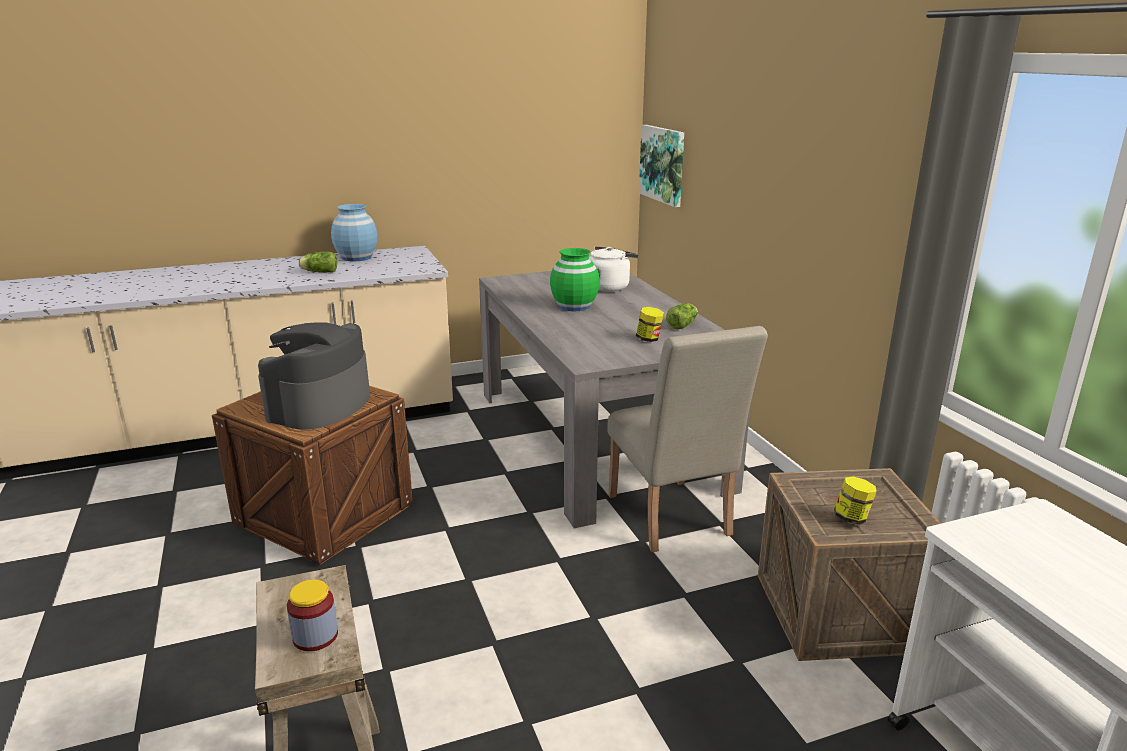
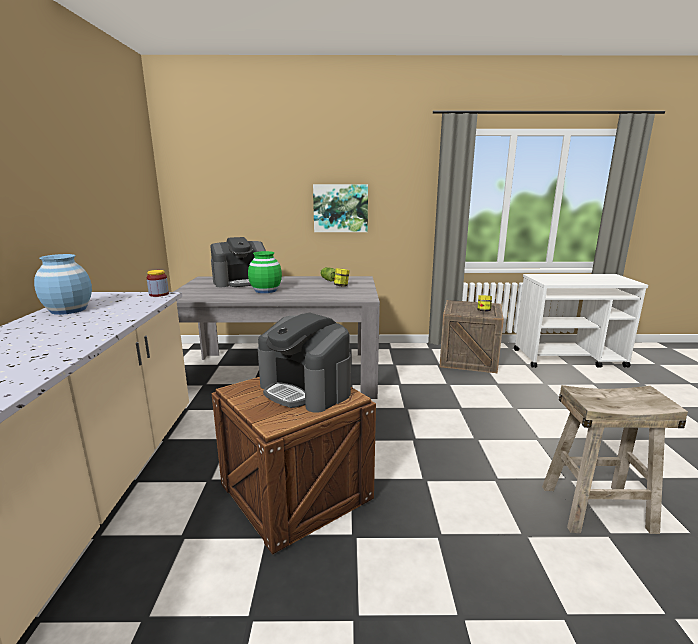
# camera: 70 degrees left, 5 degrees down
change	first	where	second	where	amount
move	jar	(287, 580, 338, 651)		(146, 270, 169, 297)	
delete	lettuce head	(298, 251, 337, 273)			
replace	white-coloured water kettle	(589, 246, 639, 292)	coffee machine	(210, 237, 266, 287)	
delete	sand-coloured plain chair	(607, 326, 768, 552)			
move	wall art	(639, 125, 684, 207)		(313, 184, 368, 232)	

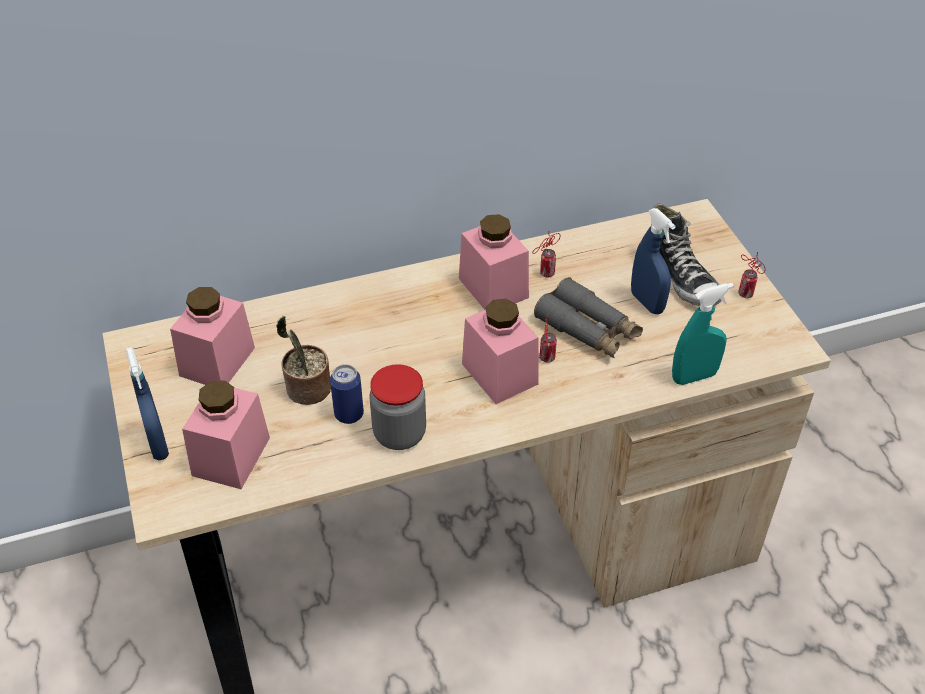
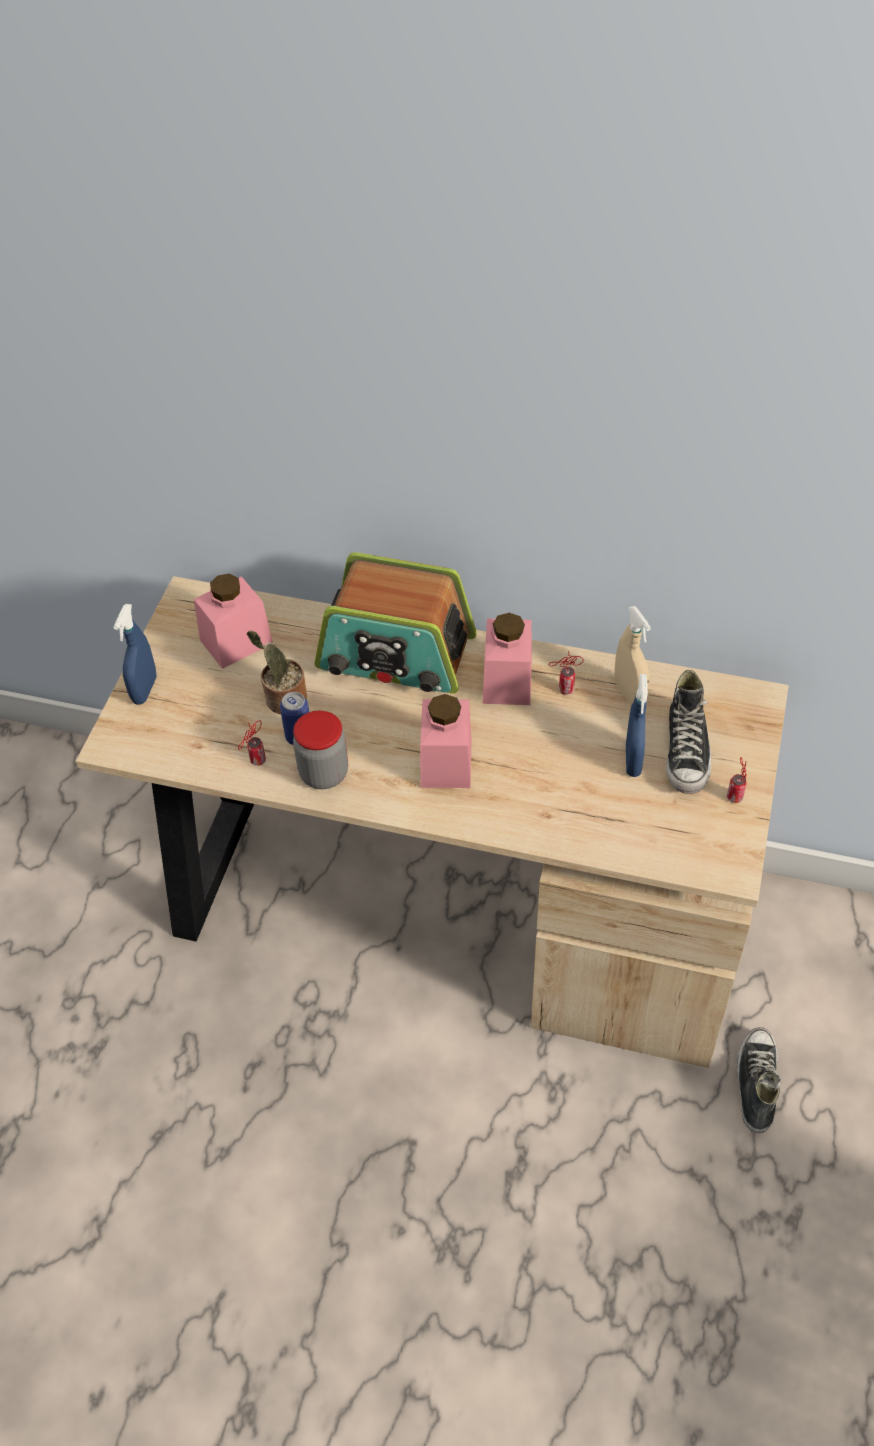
# camera: 35 degrees right, 5 degrees up
change	first	where	second	where	amount
delete	pink-coloured jar	(182, 380, 270, 489)			
delete	gray pair of binoculars	(534, 277, 643, 359)			
move	sealed can	(540, 314, 557, 363)		(238, 720, 266, 766)	
delete	turquoise hand sprayer	(672, 283, 734, 385)			
insert			radio set	(315, 552, 477, 693)	
insert			sand-coloured hand sprayer	(614, 606, 651, 705)	
insert			low shoe	(737, 1027, 781, 1133)	

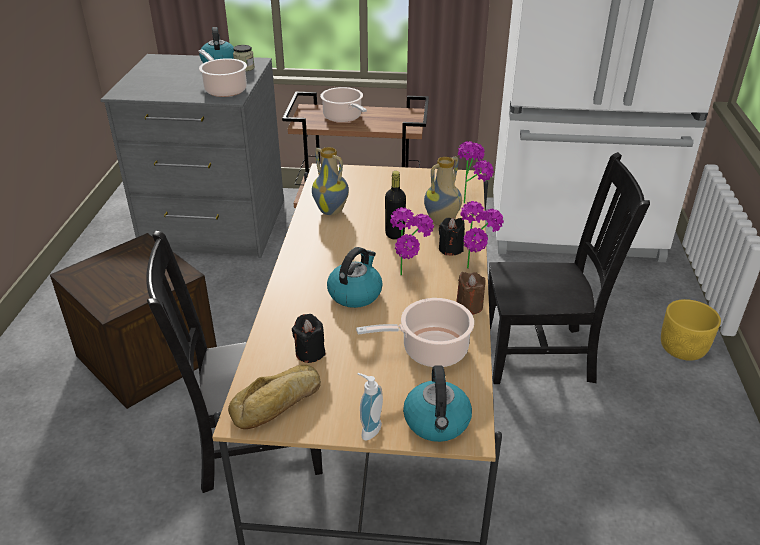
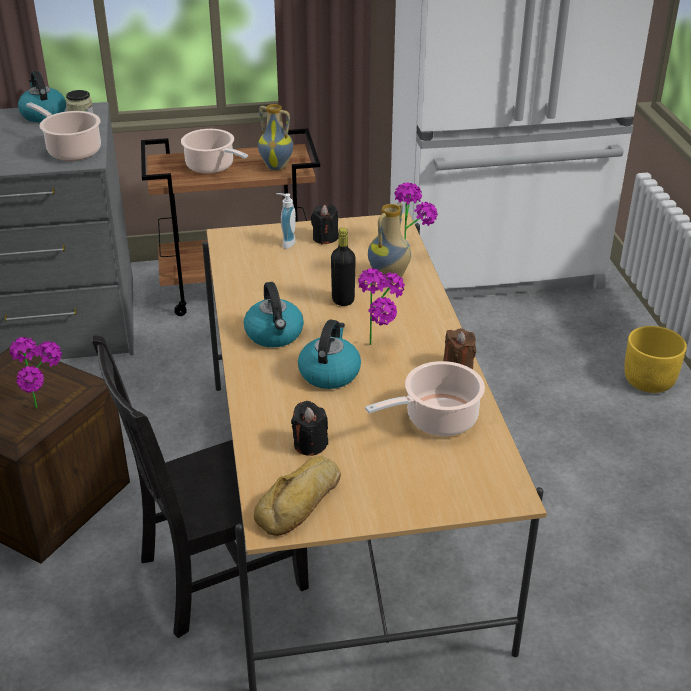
# camera: 15 degrees left, 0 degrees up
change	first	where	second	where	amount
move	decorative vase	(312, 147, 349, 215)		(258, 104, 293, 170)	
move	liquid soap bottle	(357, 373, 383, 440)		(276, 193, 296, 249)	
move	water kettle	(403, 365, 472, 442)		(244, 282, 304, 347)	
move	black-coloured wax light	(439, 218, 465, 256)		(311, 204, 338, 244)	
move	potted plant	(460, 201, 504, 269)		(10, 337, 62, 409)	
delete	black-coloured plain chair	(488, 152, 650, 384)			

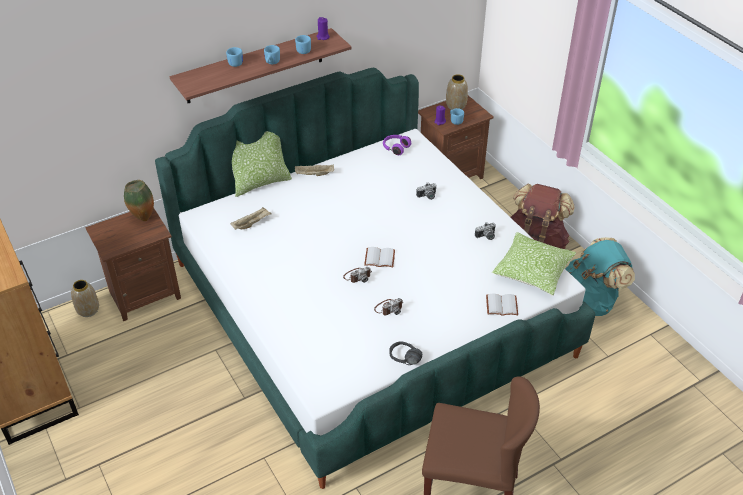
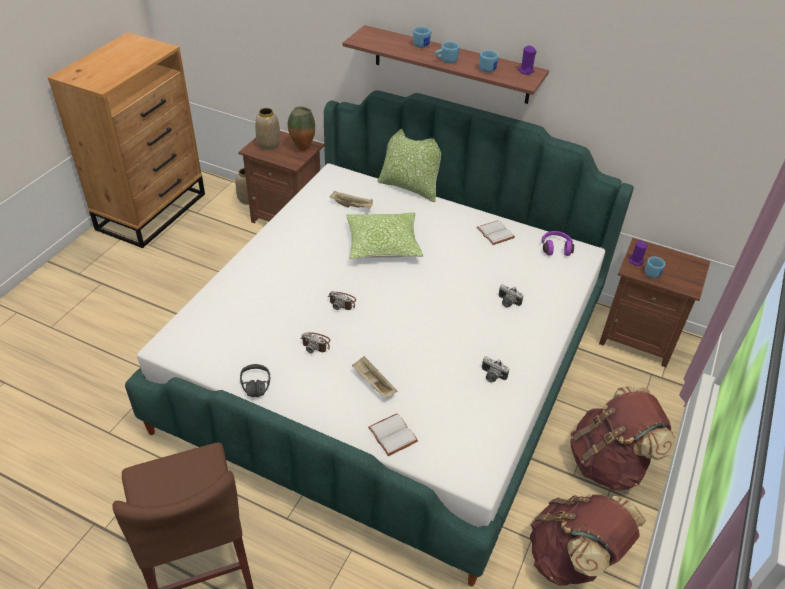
# camera: 55 degrees right, 0 degrees up
change	first	where	second	where	amount
move	sand-coloured serving tray	(295, 164, 334, 176)		(352, 356, 397, 398)	
move	white-coloured volume	(364, 247, 395, 267)		(476, 220, 515, 245)	
move	decorative vase	(446, 74, 468, 110)		(255, 108, 281, 150)	
move	throw pillow	(492, 232, 576, 296)		(347, 212, 423, 259)	
recolor	turquoise knapsack	(565, 237, 635, 316)	brown-coloured knapsack	(530, 494, 646, 586)	

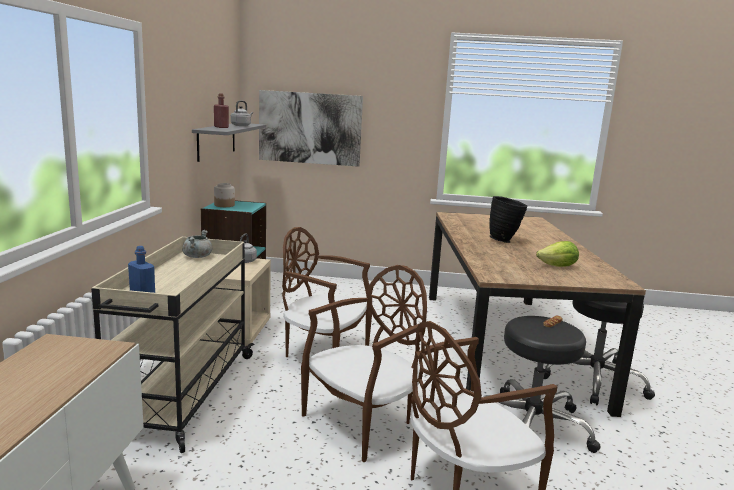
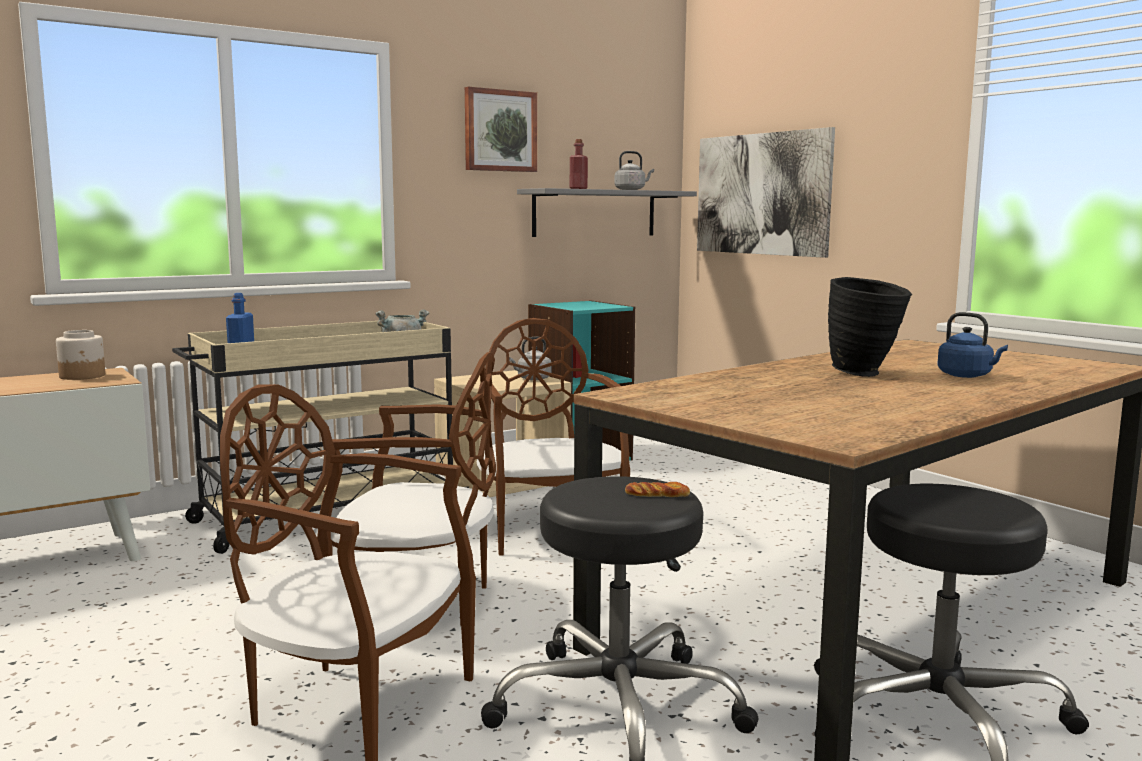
# camera: 50 degrees right, 5 degrees down
change	first	where	second	where	amount
move	jar	(214, 183, 235, 207)		(56, 330, 105, 380)	
delete	lettuce head	(536, 241, 579, 267)			
insert			wall art	(465, 87, 537, 172)	
insert			blue-coloured water kettle	(937, 312, 1008, 378)	

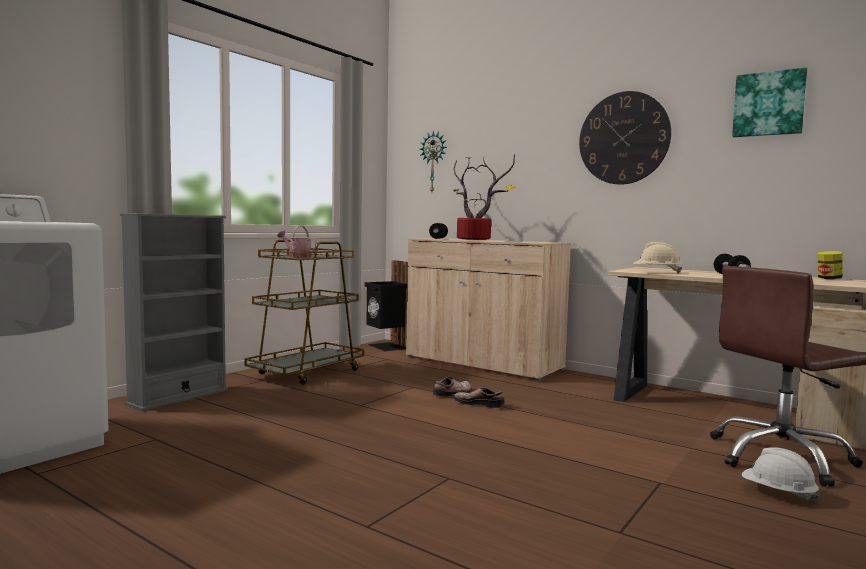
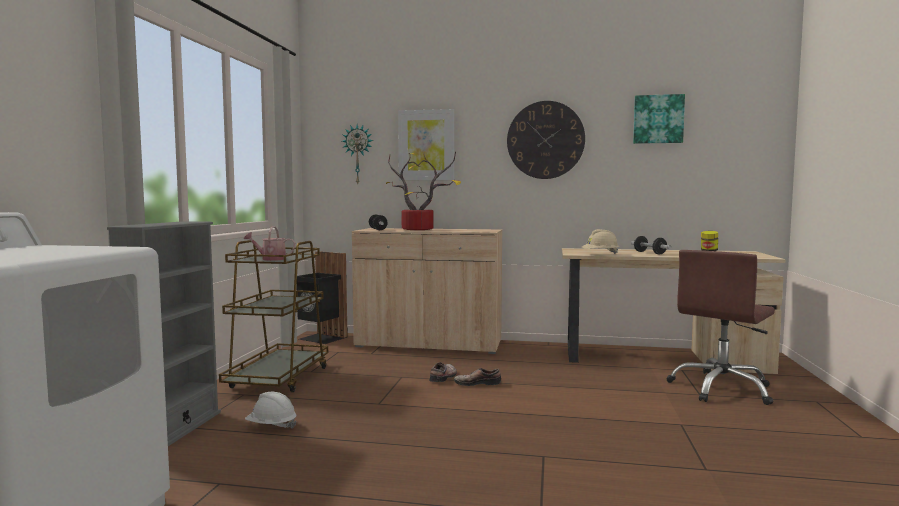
# camera: 25 degrees left, 0 degrees up
change	first	where	second	where	amount
move	white-coloured work helmet	(742, 447, 820, 503)		(245, 392, 297, 429)	
insert			wall art	(398, 109, 454, 180)	

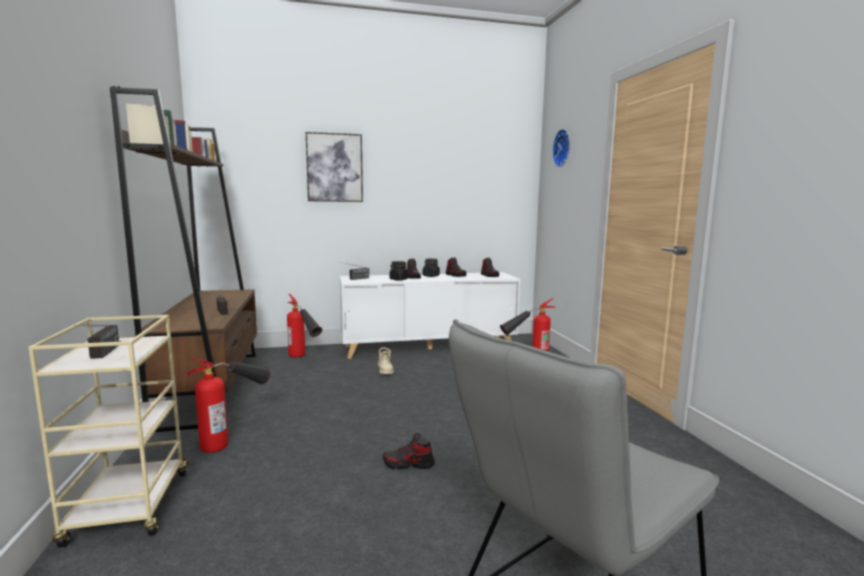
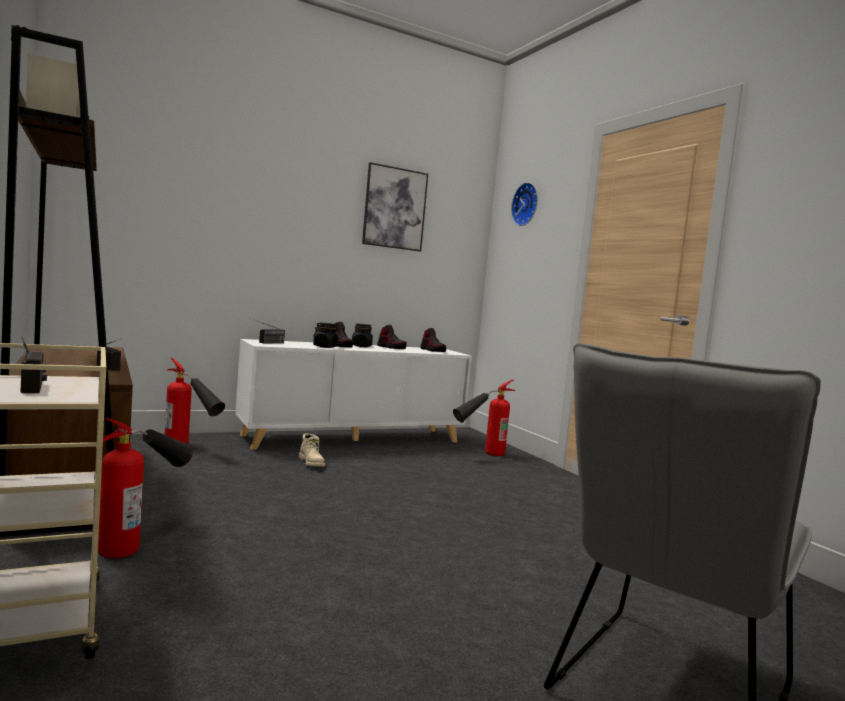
# camera: 15 degrees left, 5 degrees down
change	first	where	second	where	amount
move	wall art	(306, 132, 363, 202)		(362, 162, 428, 251)	
delete	low shoe	(383, 433, 435, 470)			

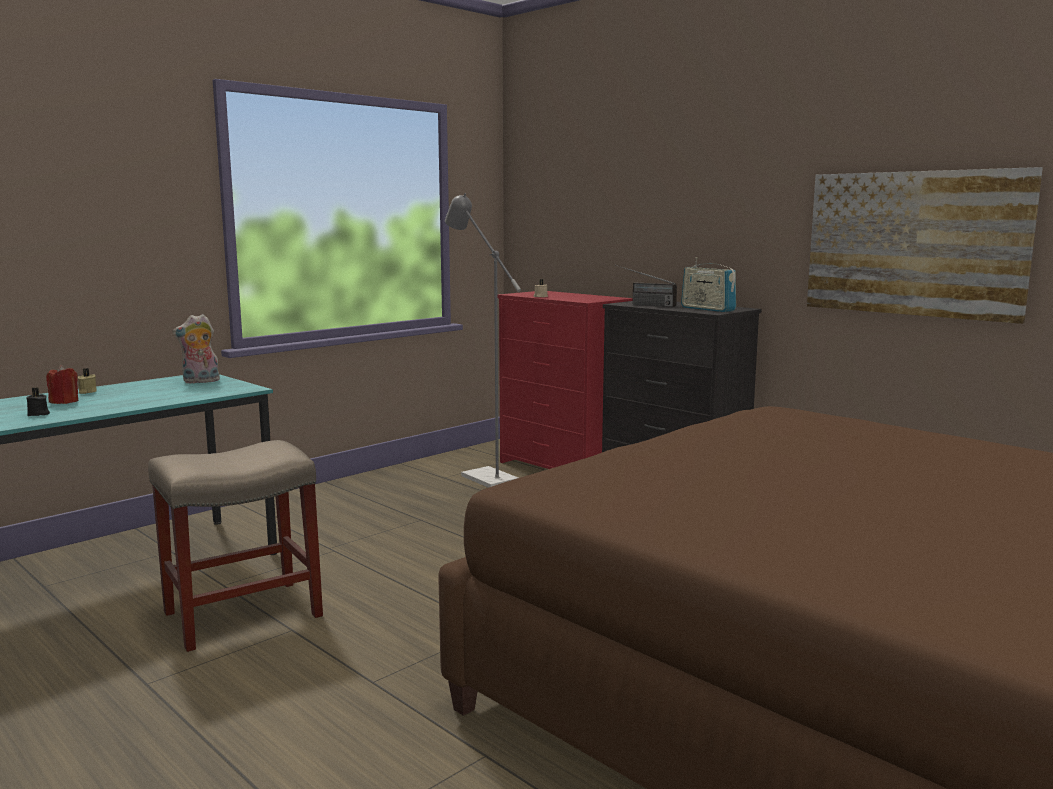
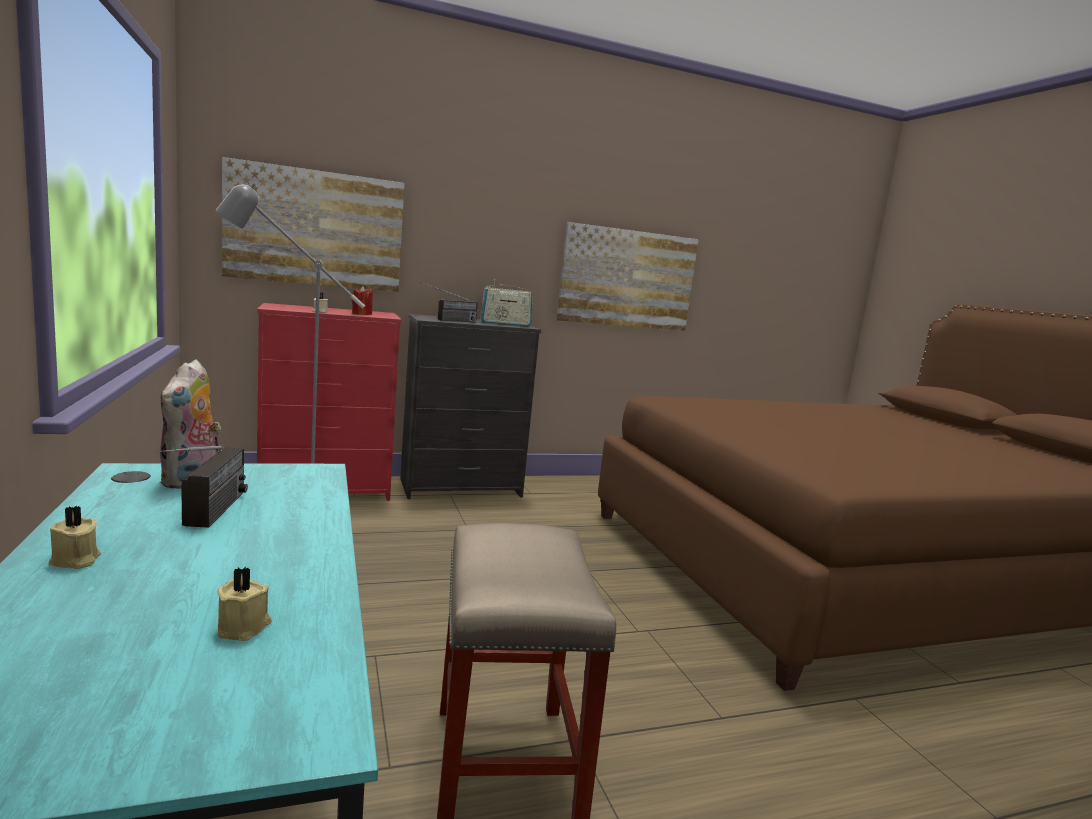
# camera: 65 degrees left, 0 degrees up
change	first	where	second	where	amount
recolor	black-coloured wax light	(26, 387, 50, 416)	sand-coloured wax light	(217, 567, 272, 641)	
move	red wax light	(46, 365, 78, 404)		(352, 286, 373, 315)	
insert			radio set	(155, 445, 248, 528)	
insert			wall art	(222, 157, 405, 292)	

